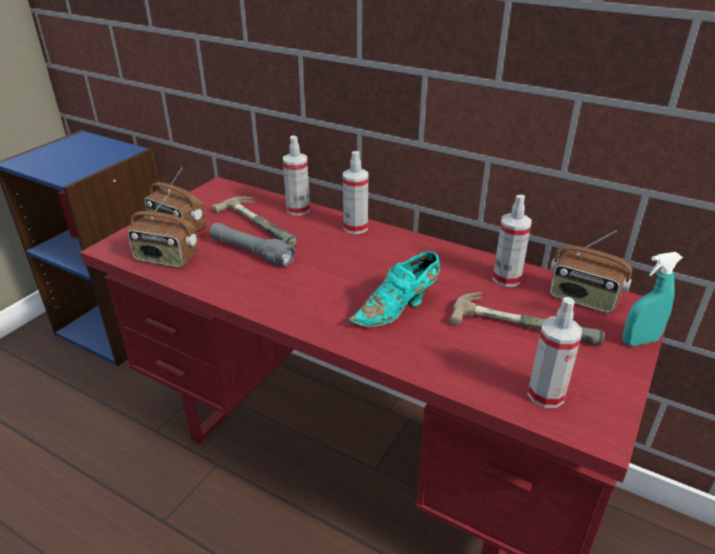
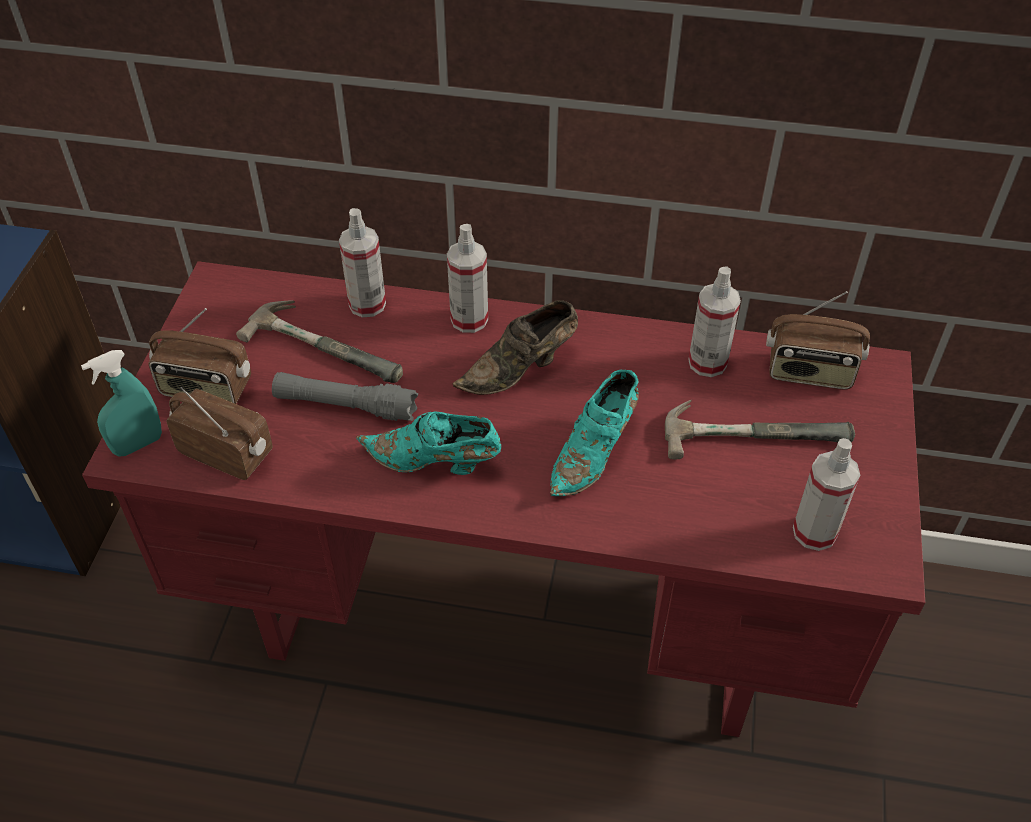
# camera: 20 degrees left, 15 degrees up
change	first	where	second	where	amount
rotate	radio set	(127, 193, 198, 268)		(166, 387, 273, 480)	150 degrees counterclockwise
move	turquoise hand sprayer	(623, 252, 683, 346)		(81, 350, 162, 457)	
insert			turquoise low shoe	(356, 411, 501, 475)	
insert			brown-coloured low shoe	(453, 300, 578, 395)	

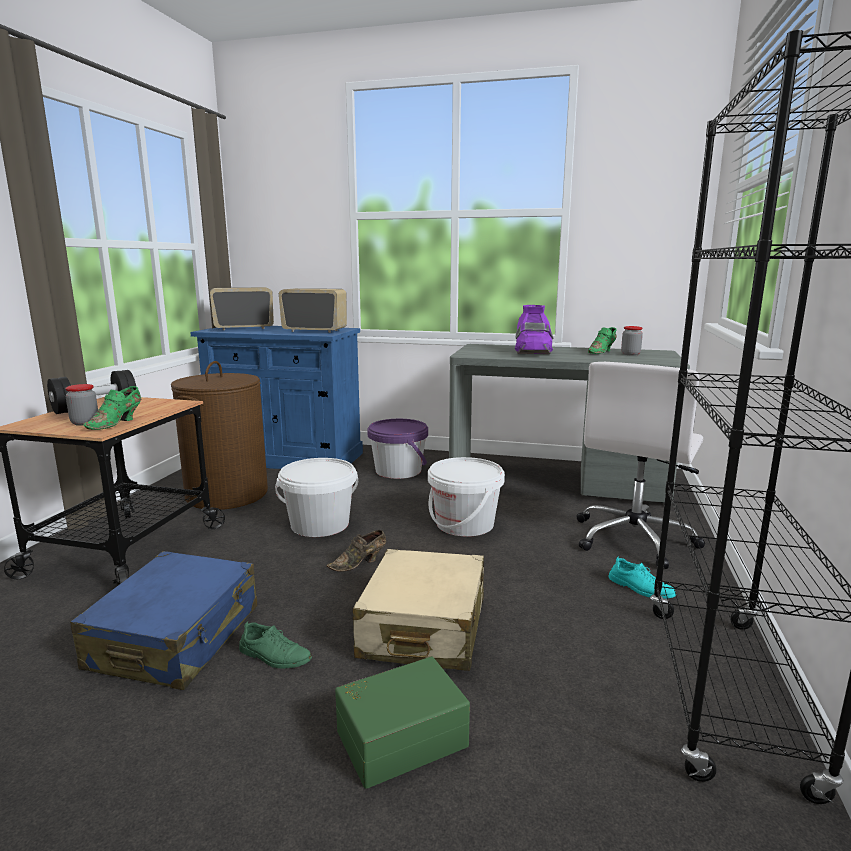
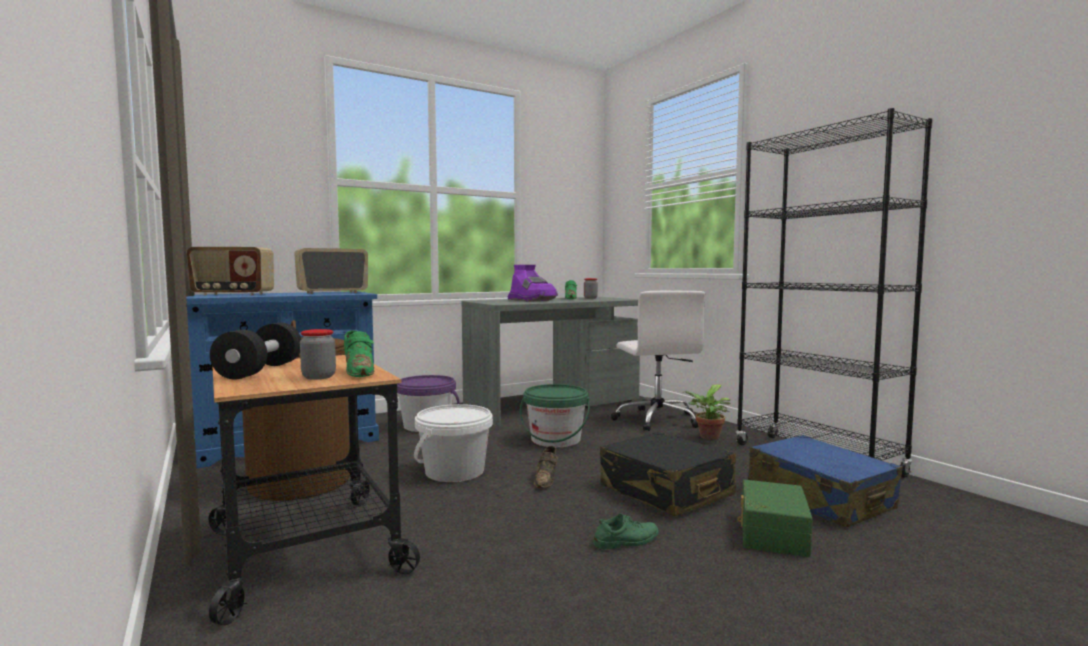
# camera: 45 degrees left, 10 degrees down
change	first	where	second	where	amount
move	blue-coloured travel case	(70, 551, 257, 690)		(748, 435, 902, 528)	
rotate	radio set	(210, 287, 274, 330)		(187, 247, 274, 296)	120 degrees counterclockwise
recolor	sand-coloured travel case	(353, 549, 484, 671)	black-coloured travel case	(600, 432, 736, 516)	
recolor	white-coloured pail	(428, 457, 505, 537)	green pail	(520, 384, 590, 447)	
replace	turquoise low shoe	(609, 556, 676, 599)	potted plant	(682, 385, 730, 440)	

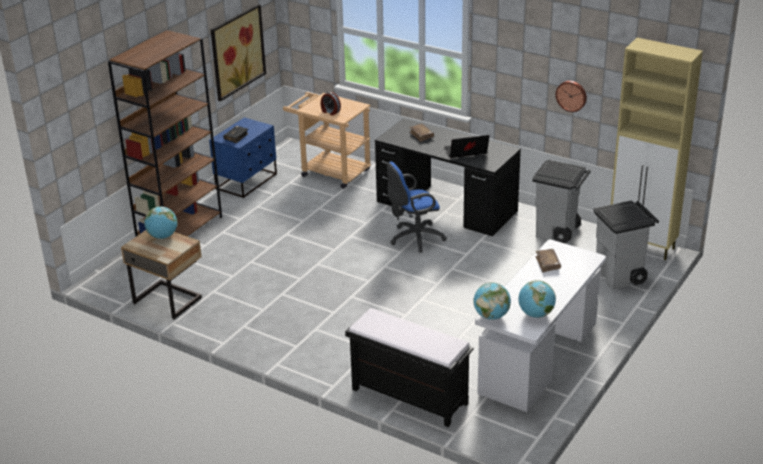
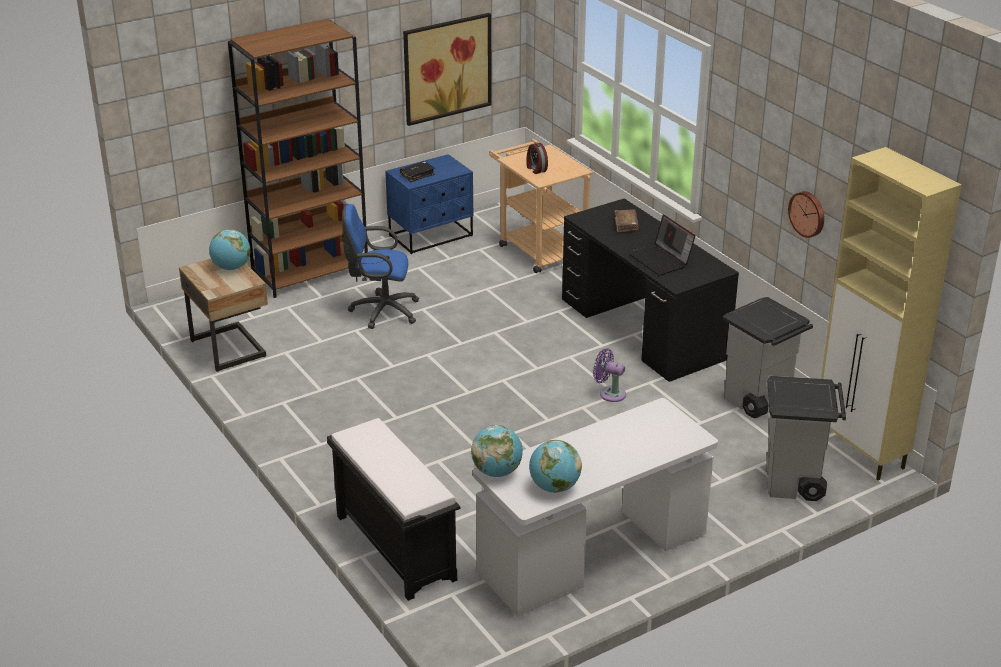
# camera: 25 degrees right, 0 degrees up
change	first	where	second	where	amount
move	blue-coloured desk chair	(387, 162, 447, 253)		(342, 204, 419, 329)	
rotate	portable computer	(444, 135, 489, 158)		(628, 214, 695, 275)	135 degrees counterclockwise
delete	brown-coloured volume	(536, 249, 561, 273)			
insert			purplish electric fan	(593, 348, 626, 402)	

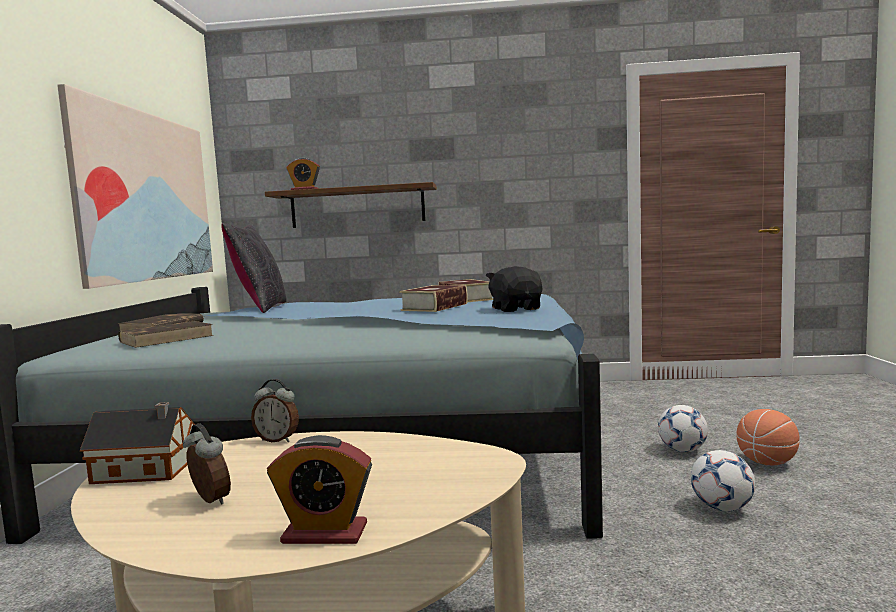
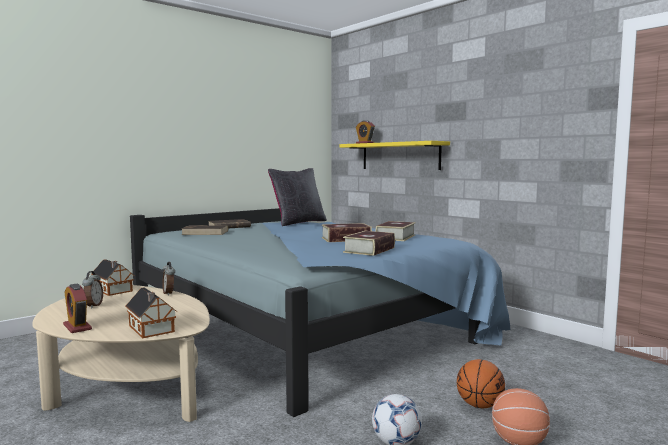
# camera: 45 degrees right, 0 degrees up
change	first	where	second	where	amount
delete	wall art	(57, 84, 213, 289)			
recolor	brown-coloured shelf	(265, 182, 437, 228)	yellow-coloured shelf	(340, 141, 450, 170)	
replace	black-coloured plush toy	(486, 266, 543, 312)	volume	(343, 231, 395, 256)	
replace	football	(658, 405, 708, 452)	basketball	(457, 359, 505, 408)	
insert			model house	(125, 287, 177, 338)	

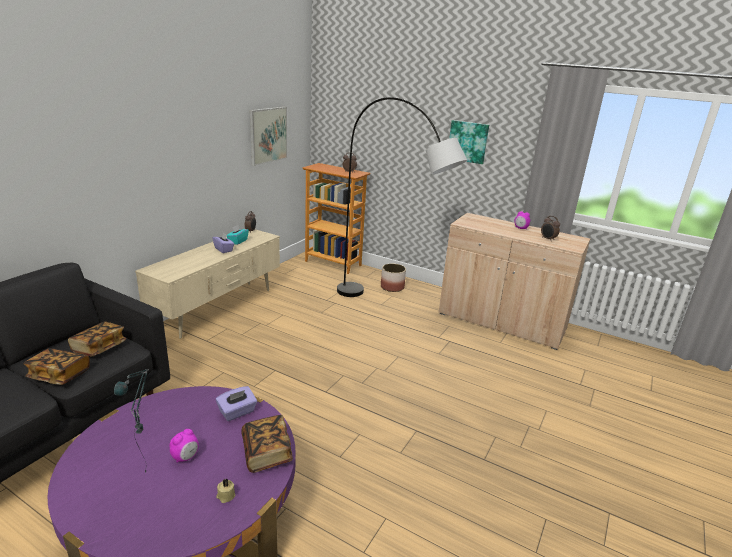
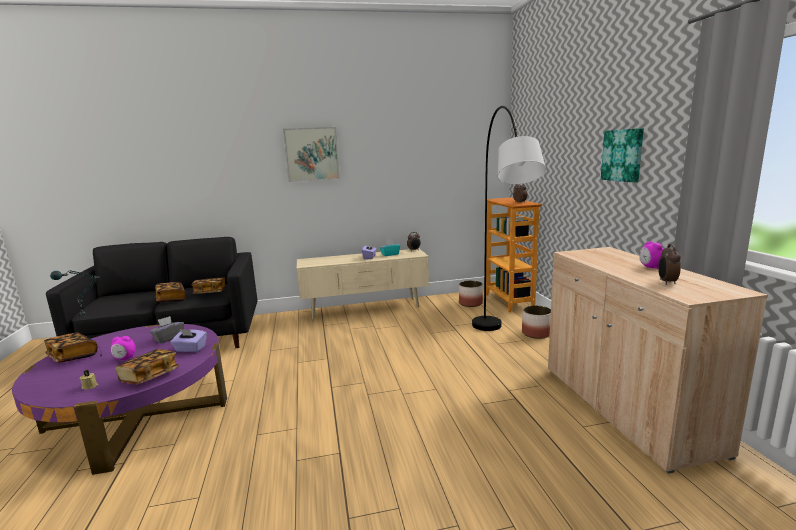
# camera: 50 degrees right, 10 degrees down
change	first	where	second	where	amount
move	wall art	(250, 107, 287, 166)		(283, 127, 340, 182)	
insert			volume	(44, 333, 98, 363)	
insert			gray tissue box	(150, 316, 184, 344)	
insert			plant pot	(459, 281, 483, 307)	

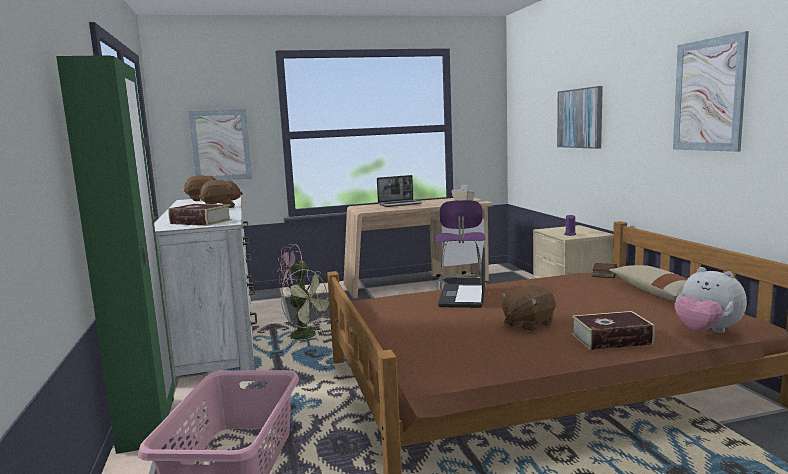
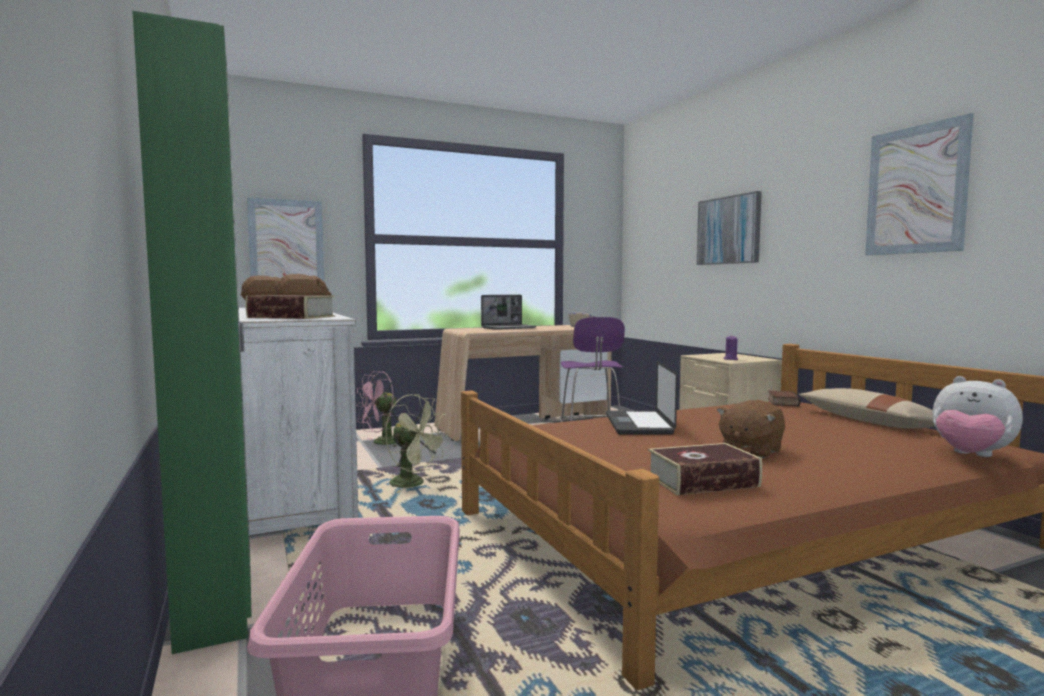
# camera: 10 degrees left, 5 degrees down
change	first	where	second	where	amount
move	volume	(572, 311, 655, 350)		(648, 443, 762, 495)	

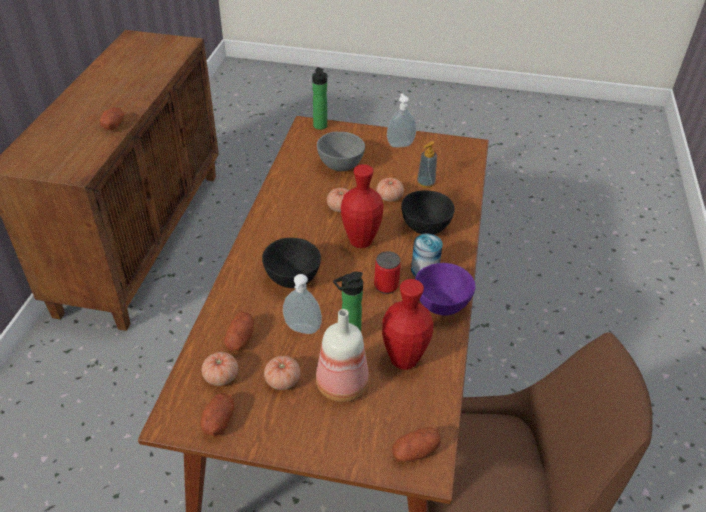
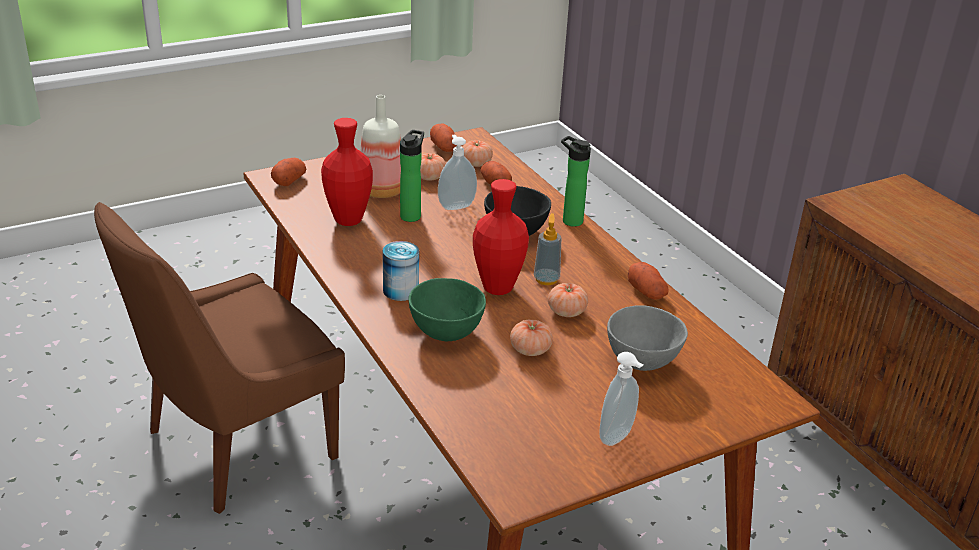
# camera: 140 degrees right, 10 degrees down
change	first	where	second	where	amount
move	whole potato	(100, 107, 125, 130)		(628, 262, 669, 299)	
move	bottle	(312, 67, 327, 130)		(561, 136, 591, 227)	
delete	sealed can	(374, 251, 401, 294)			
recolor	black-coloured bowl	(401, 190, 455, 235)	green bowl	(409, 278, 486, 341)	
delete	purplish bowl	(415, 263, 476, 315)			
move	liquid soap bottle	(417, 141, 437, 188)		(534, 213, 561, 285)	

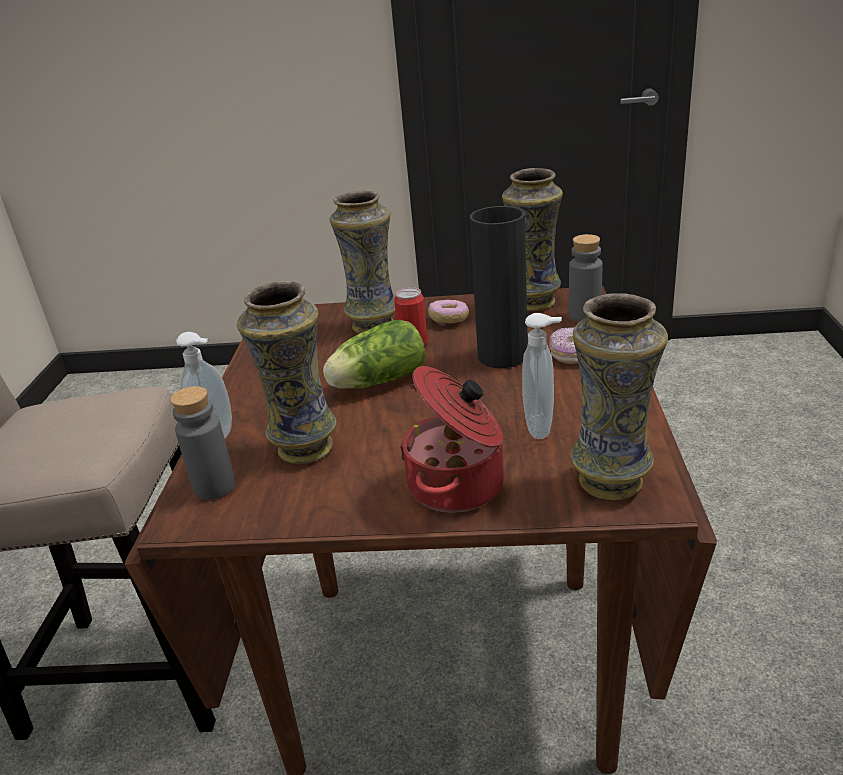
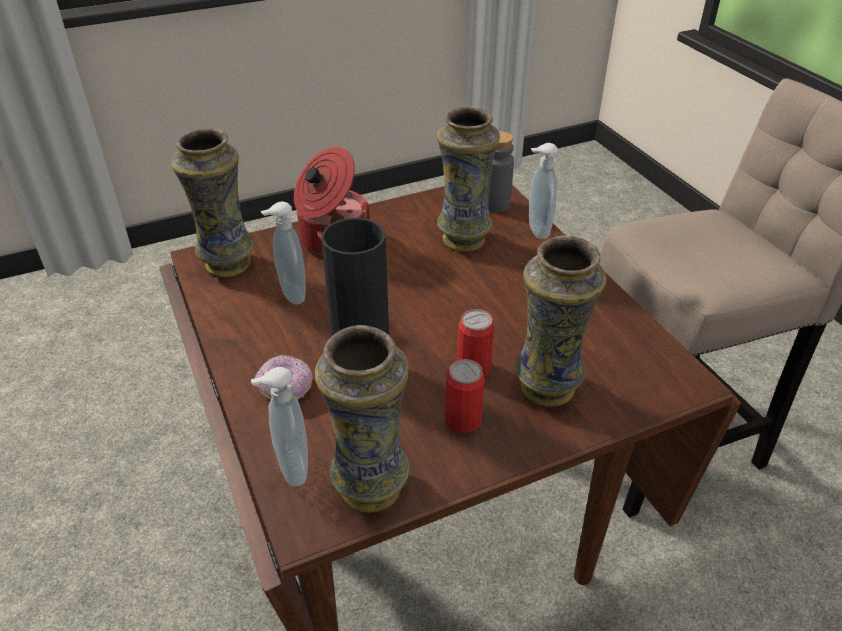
# camera: 150 degrees right, 10 degrees up
change	first	where	second	where	amount
delete	lettuce head	(323, 320, 426, 389)			
replace	donut	(428, 300, 469, 324)	sealed can	(445, 359, 485, 433)	
replace	gray bottle	(569, 234, 603, 322)	liquid soap bottle	(251, 367, 308, 487)	

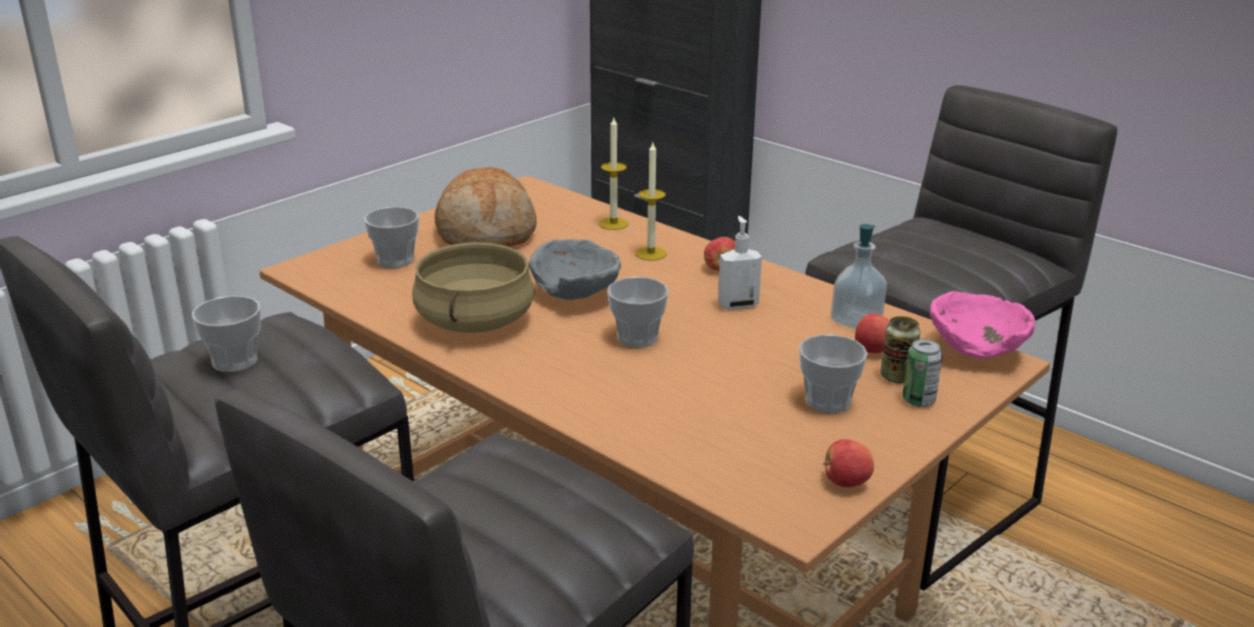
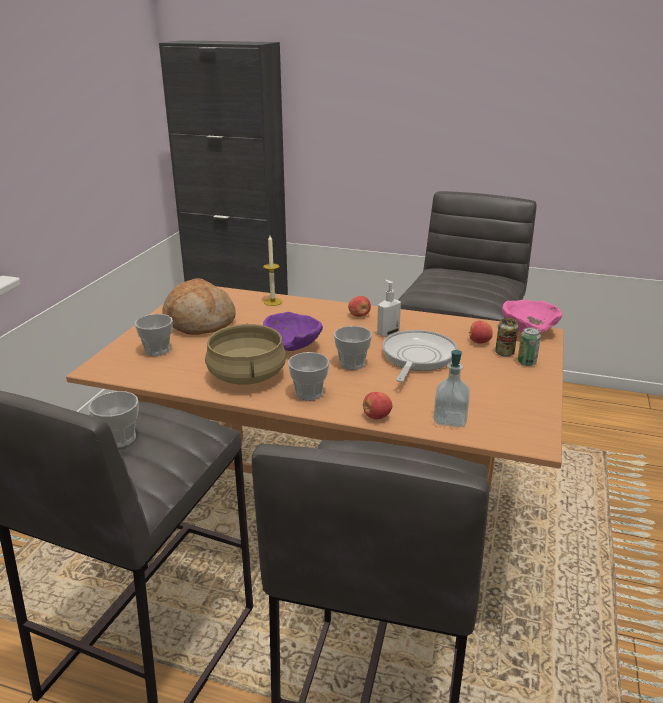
# camera: 25 degrees left, 0 degrees up
change	first	where	second	where	amount
recolor	gray bowl	(528, 239, 621, 300)	purplish bowl	(263, 312, 323, 351)	
delete	wax light	(635, 143, 667, 260)			
move	drinking cup	(799, 334, 868, 413)		(288, 352, 329, 400)	
move	apple	(823, 439, 874, 487)		(363, 392, 392, 420)	
move	liquid soap bottle	(831, 224, 887, 329)		(434, 350, 470, 427)	
insert			pan	(382, 330, 457, 382)	

